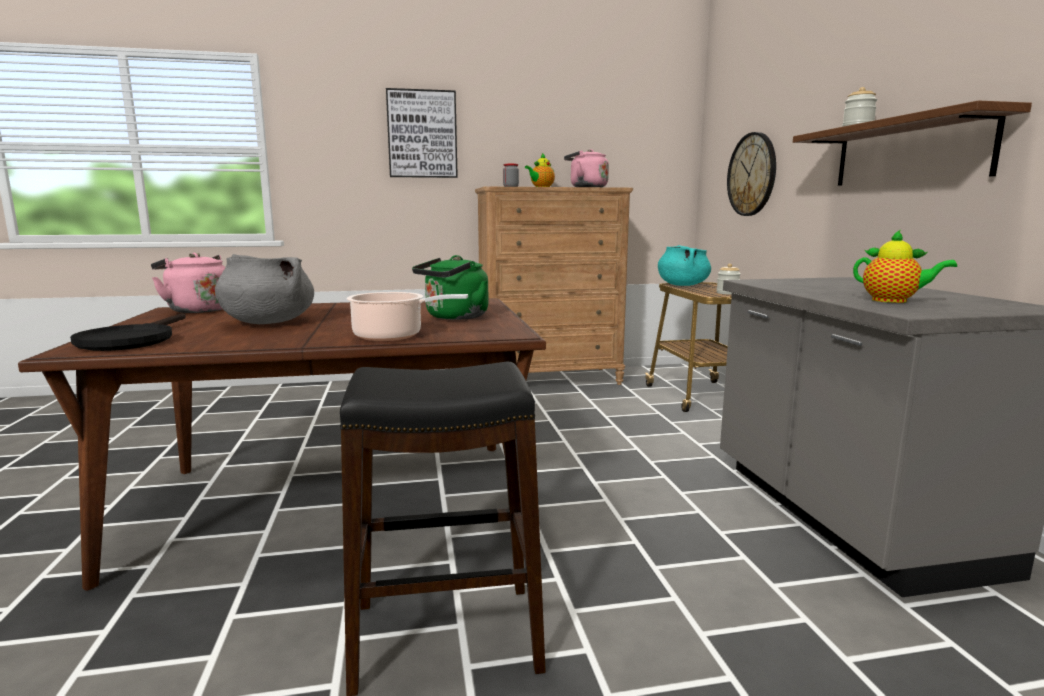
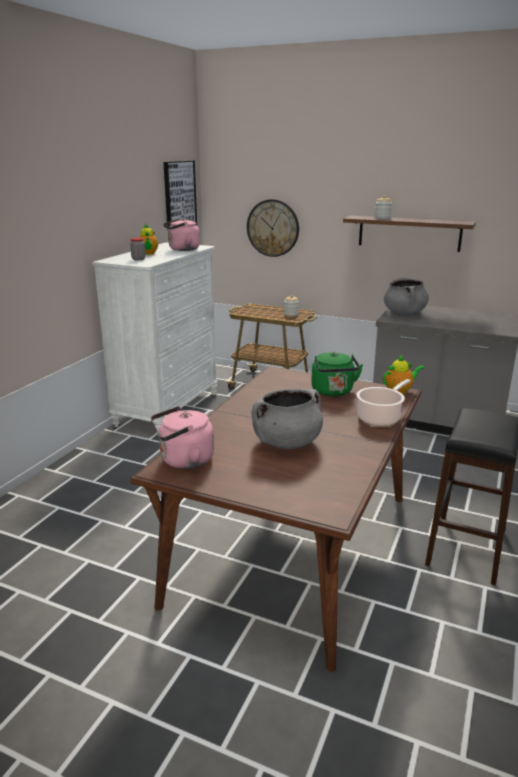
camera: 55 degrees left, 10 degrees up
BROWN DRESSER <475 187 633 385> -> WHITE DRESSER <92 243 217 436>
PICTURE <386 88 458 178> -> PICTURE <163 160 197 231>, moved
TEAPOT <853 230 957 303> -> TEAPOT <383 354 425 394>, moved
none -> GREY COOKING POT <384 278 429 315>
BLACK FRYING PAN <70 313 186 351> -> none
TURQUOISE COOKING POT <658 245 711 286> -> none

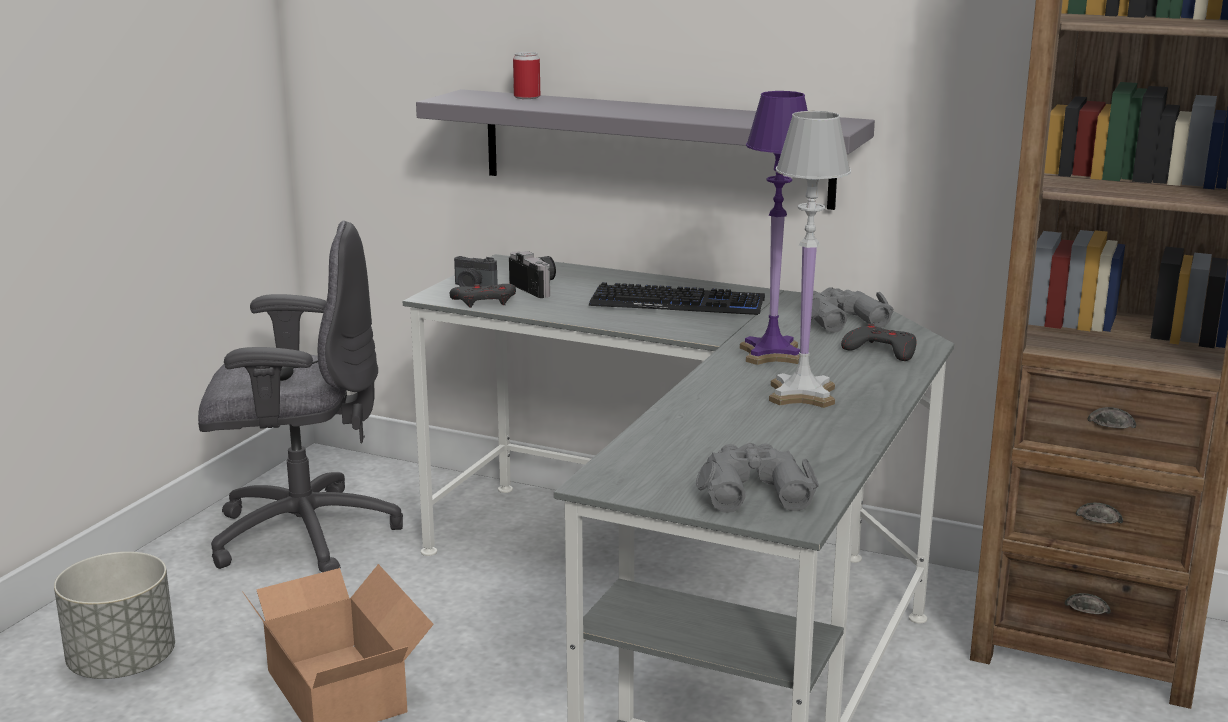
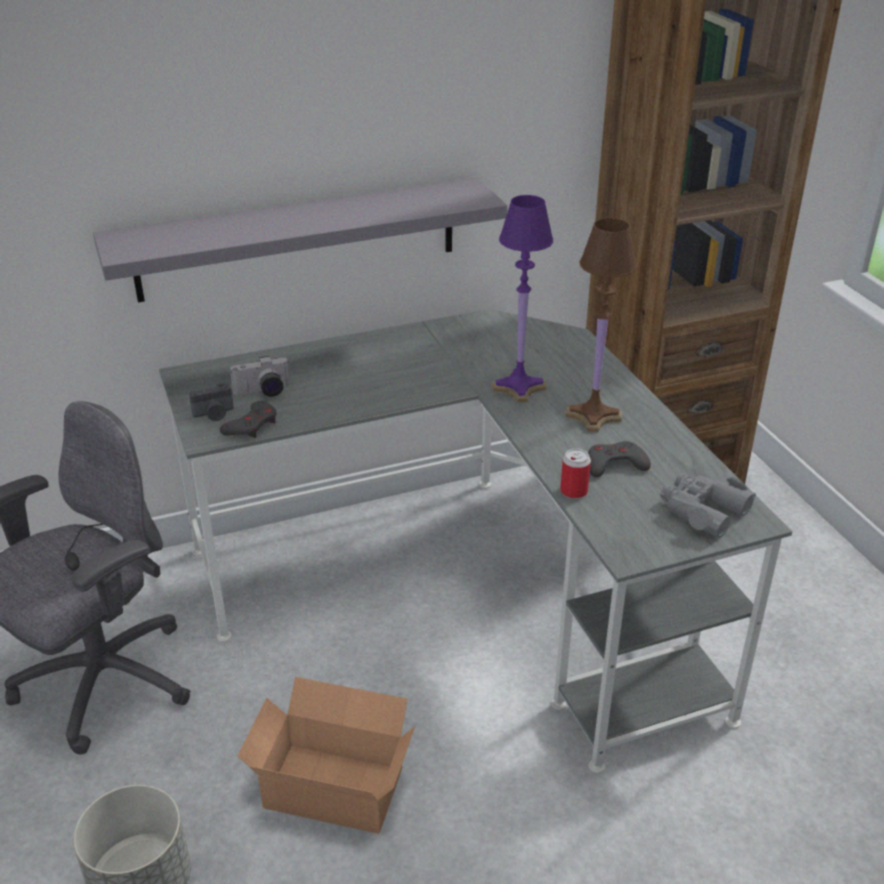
camera: 45 degrees left, 15 degrees up
PHOTO CAMERA <509 251 556 298> -> PHOTO CAMERA <230 356 289 397>, 150 degrees clockwise
CAN <513 52 540 99> -> CAN <560 448 591 499>, moved
WHITE TABLE LAMP <769 111 851 408> -> BROWN TABLE LAMP <566 218 637 432>
GREY GAME CONTROLLER <841 323 917 361> -> GREY GAME CONTROLLER <588 441 651 477>, moved
KEYBOARD <588 282 765 315> -> none
GREY BINOCULARS <811 287 894 333> -> none

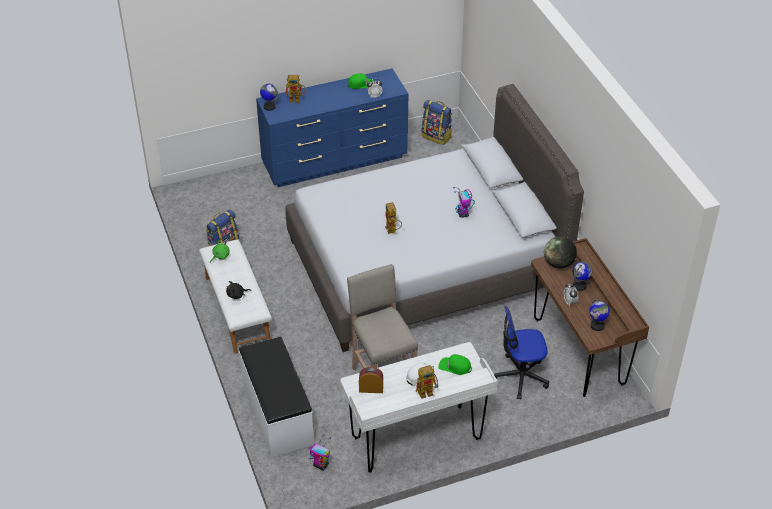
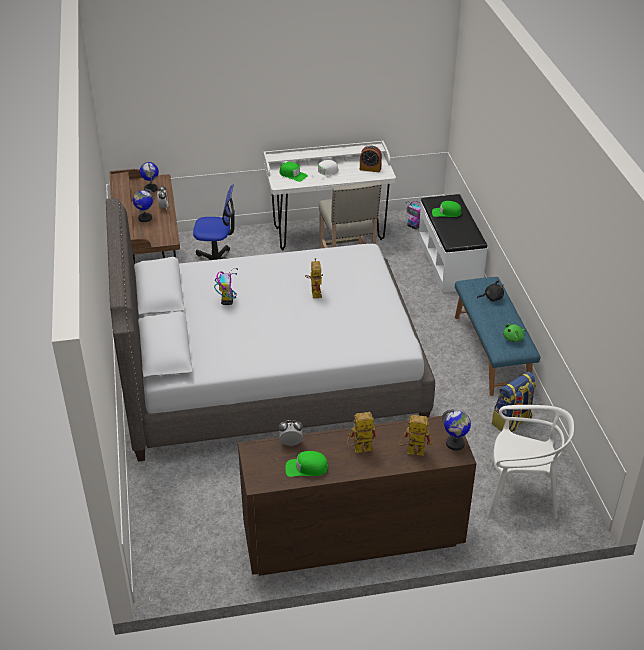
camera: 170 degrees left, 5 degrees down
BLUE DRESSER <256 68 408 187> -> BROWN DRESSER <238 415 477 576>
TOY ROBOT <415 365 439 399> -> TOY ROBOT <347 412 377 453>, moved
none -> GREEN CAP <432 201 462 217>
WHITE BENCH <199 239 272 354> -> BLUE BENCH <455 277 541 396>
none -> WHITE CHAIR <488 405 574 519>
BACKPACK <422 100 452 145> -> none
GLOBE <544 236 577 269> -> none

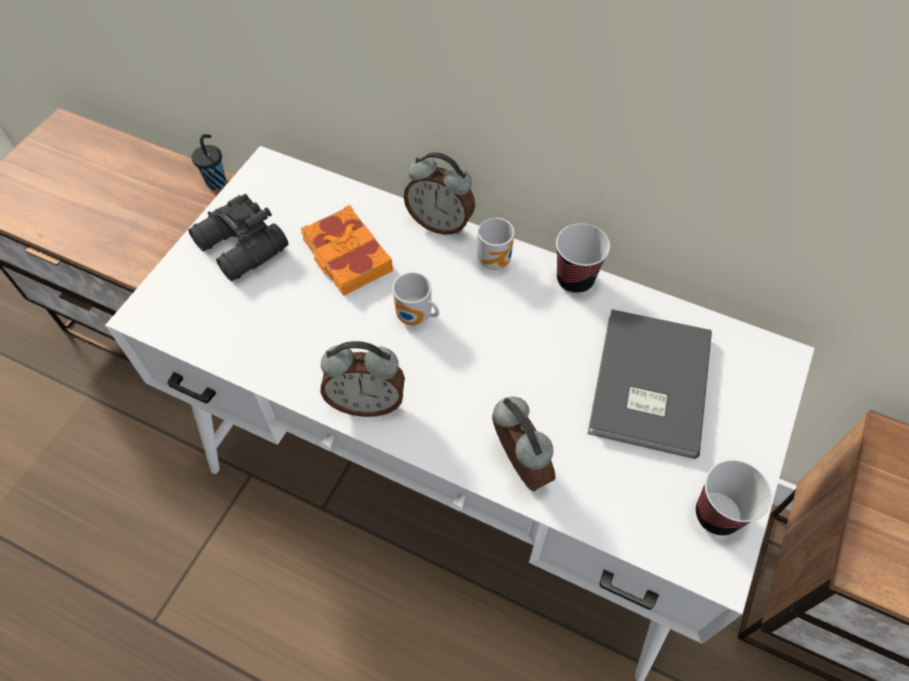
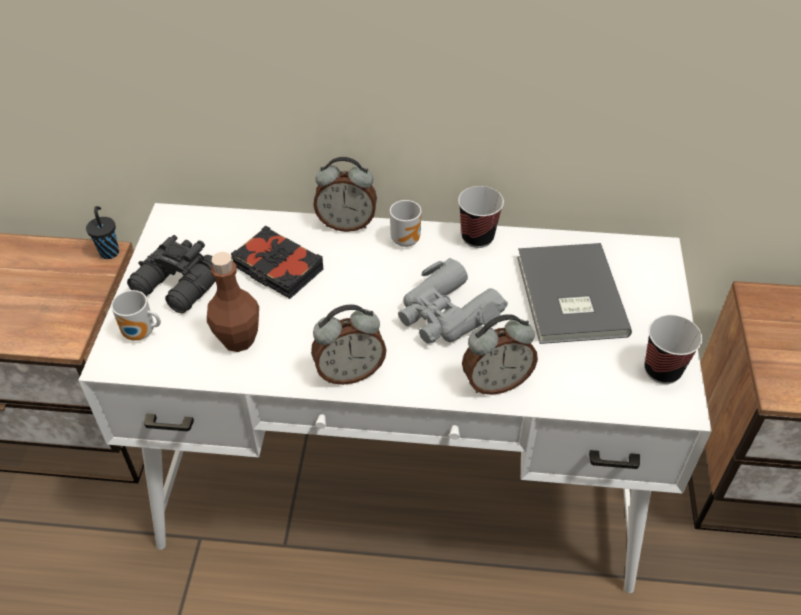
camera: 20 degrees left, 10 degrees down
MUG <393 272 439 326> -> MUG <111 290 161 341>, moved
none -> BROWN BOTTLE <207 252 259 352>
ORANGE BOOK <301 205 393 296> -> BLACK BOOK <231 225 323 299>
none -> GREY BINOCULARS <398 258 508 344>
ALARM CLOCK <492 397 556 491> -> ALARM CLOCK <462 314 538 395>, 120 degrees clockwise

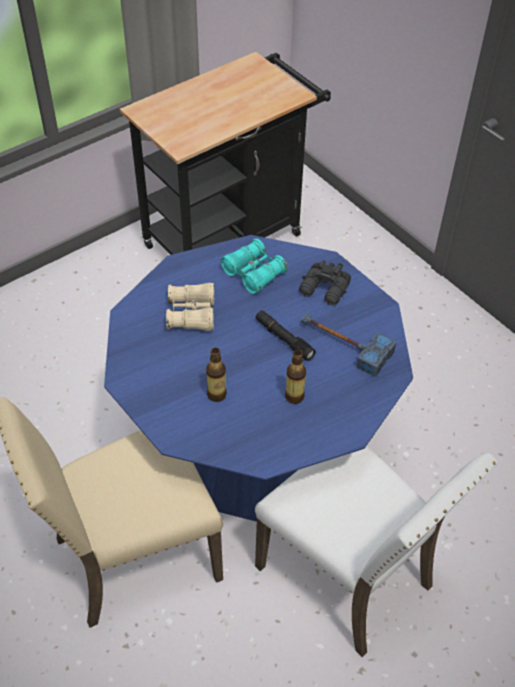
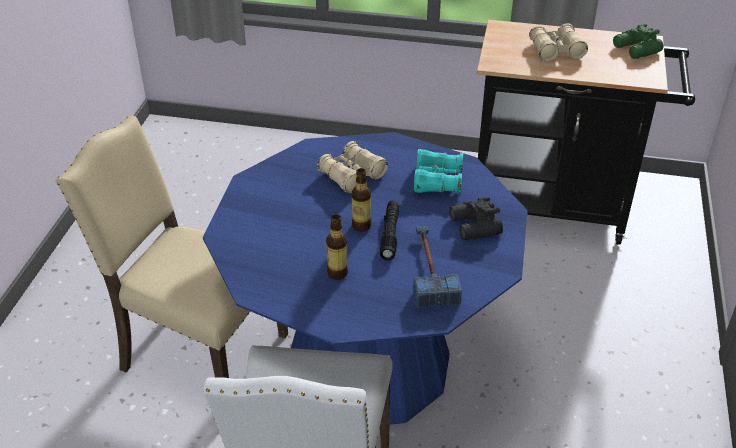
camera: 50 degrees right, 10 degrees down
BOTTLE <206 348 227 402> -> BOTTLE <352 168 371 232>, moved
none -> BEIGE BINOCULARS <529 23 588 61>
none -> GREEN BINOCULARS <613 24 663 59>

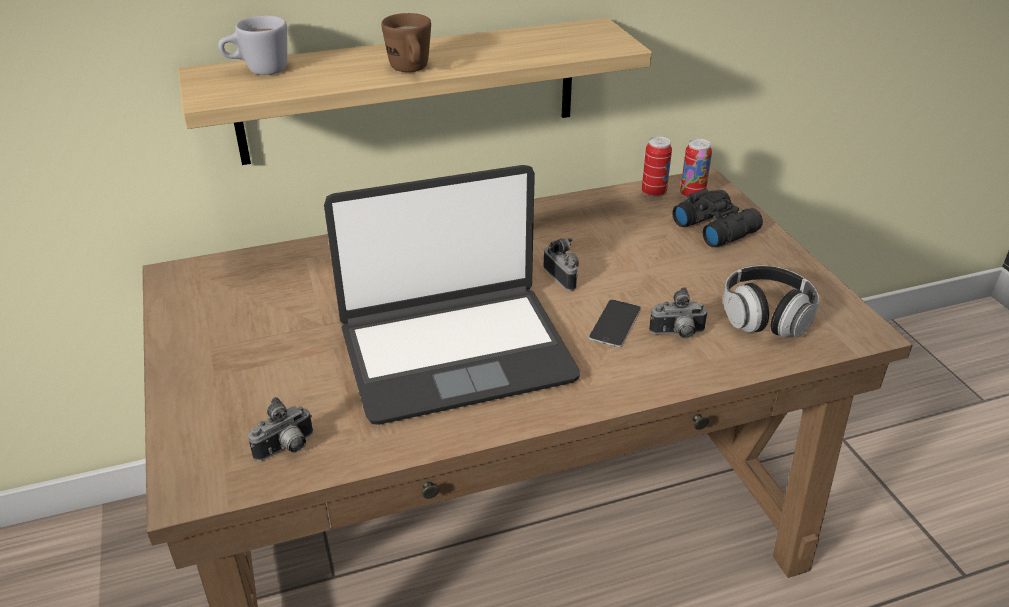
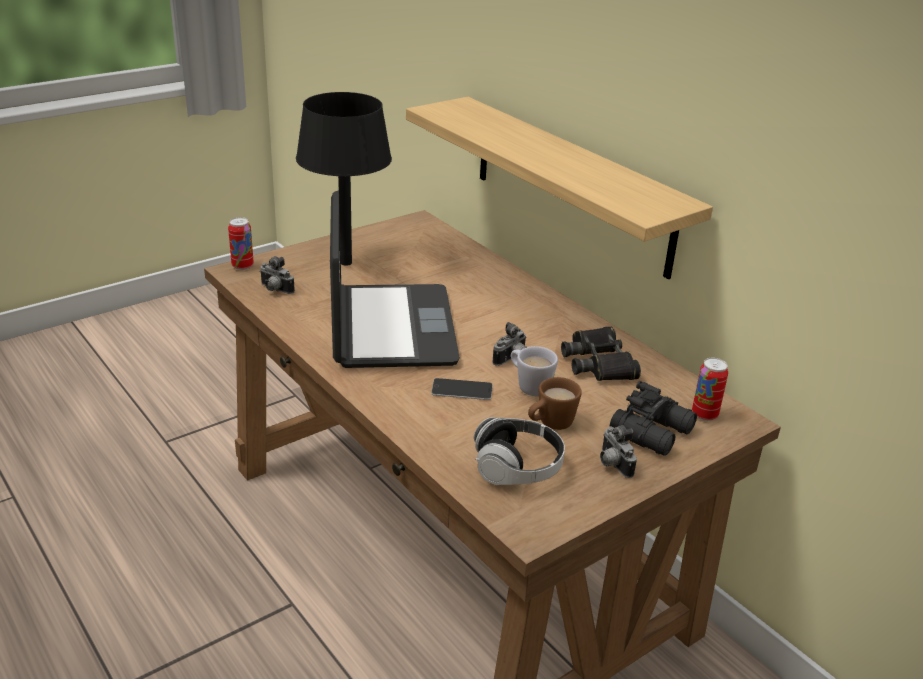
camera: 70 degrees right, 5 degrees down
CAN <642 136 672 198> -> CAN <228 217 254 270>, moved
none -> BLACK TABLE LAMP <296 92 392 266>
LAPTOP <324 165 580 425> -> LAPTOP <330 191 460 368>, 150 degrees counterclockwise
WHITE MUG <218 16 287 75> -> WHITE MUG <511 346 558 396>, moved
BROWN MUG <381 13 431 72> -> BROWN MUG <528 377 582 430>, moved
none -> BLACK BINOCULARS <561 327 641 381>
PHOTO CAMERA <649 287 708 338> -> PHOTO CAMERA <600 425 637 478>, moved

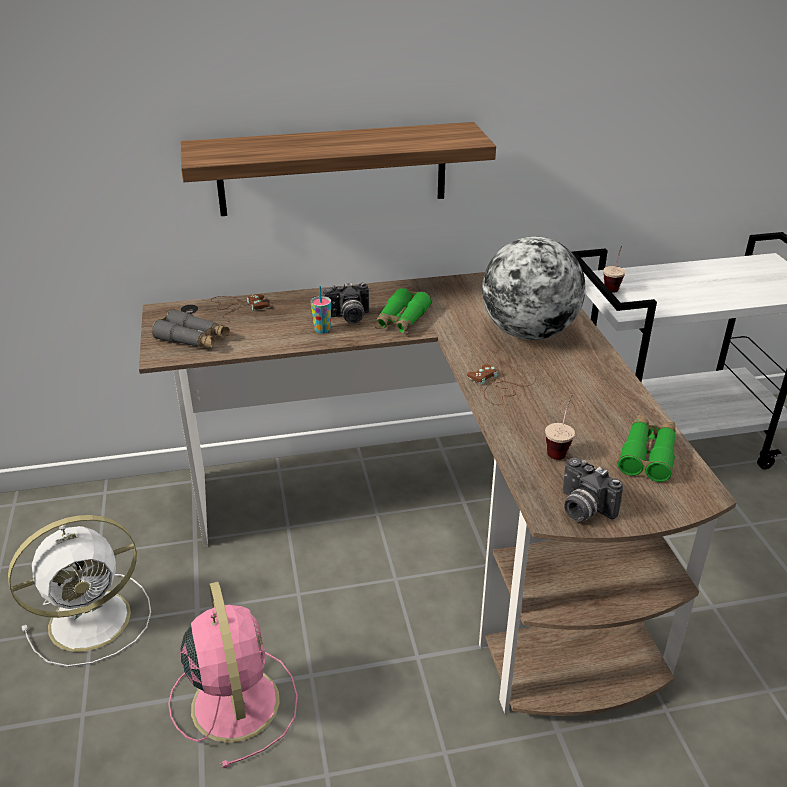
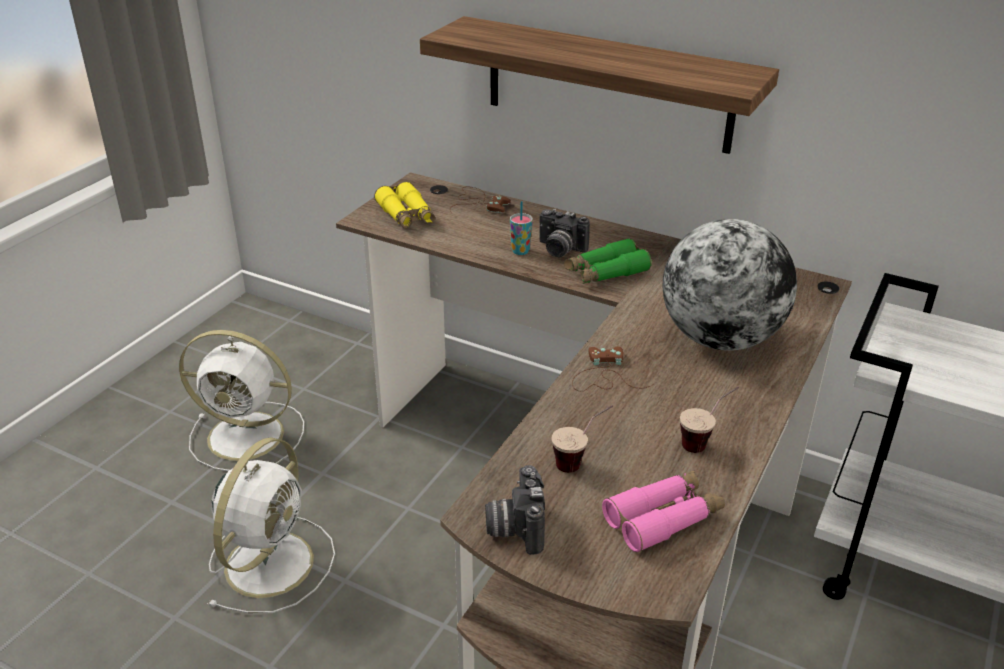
camera: 40 degrees right, 0 degrees up
PINK FAN <168 582 298 768> -> WHITE FAN <207 437 335 613>
GREY BINOCULARS <152 309 230 348> -> YELLOW BINOCULARS <374 182 435 228>
GREEN BINOCULARS <618 415 676 482> -> PINK BINOCULARS <602 470 725 553>
CUP <603 246 625 293> -> CUP <680 387 739 453>, moved

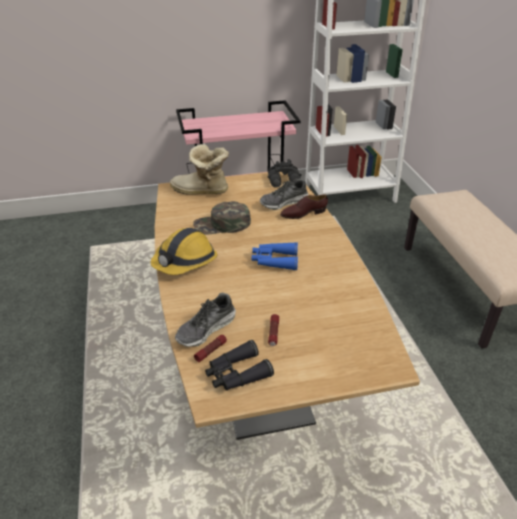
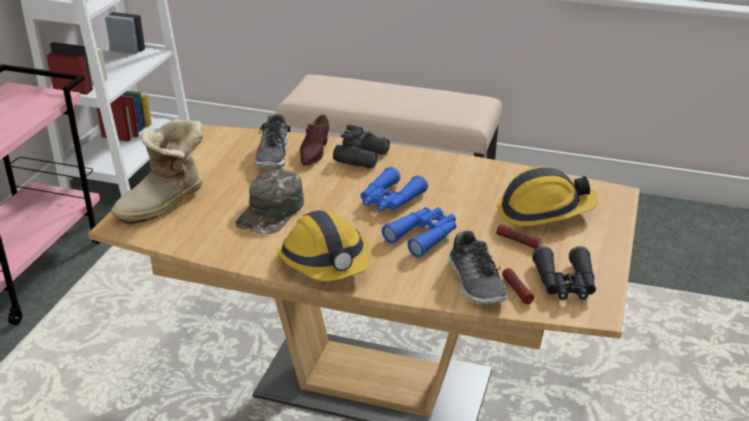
camera: 60 degrees left, 5 degrees down
BLACK BINOCULARS <268 159 302 188> -> BLACK BINOCULARS <333 125 390 169>, moved
none -> BLUE BINOCULARS <382 207 456 258>
none -> HARD HAT <498 166 598 226>

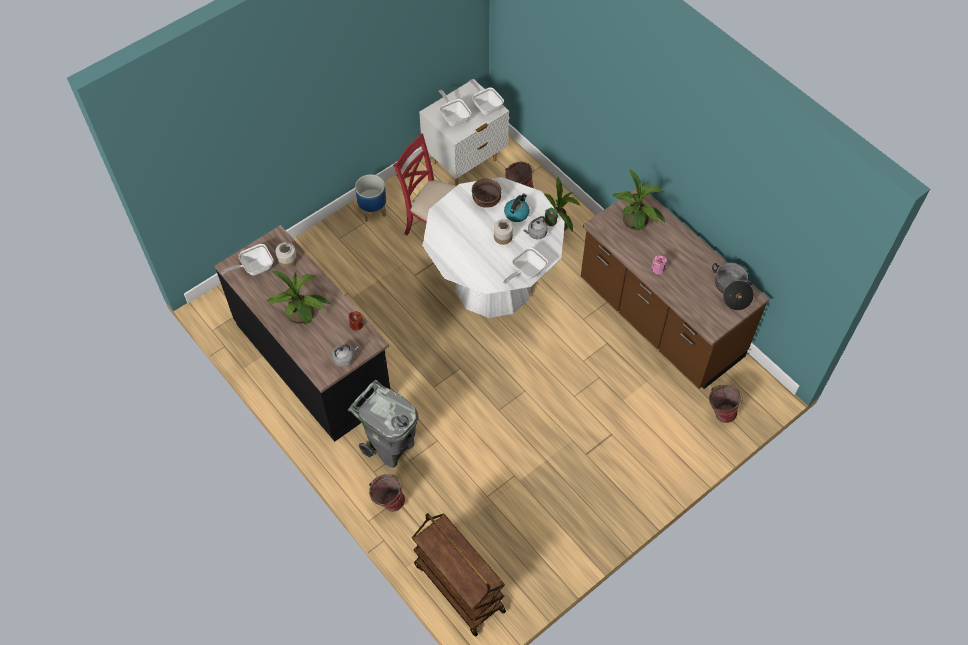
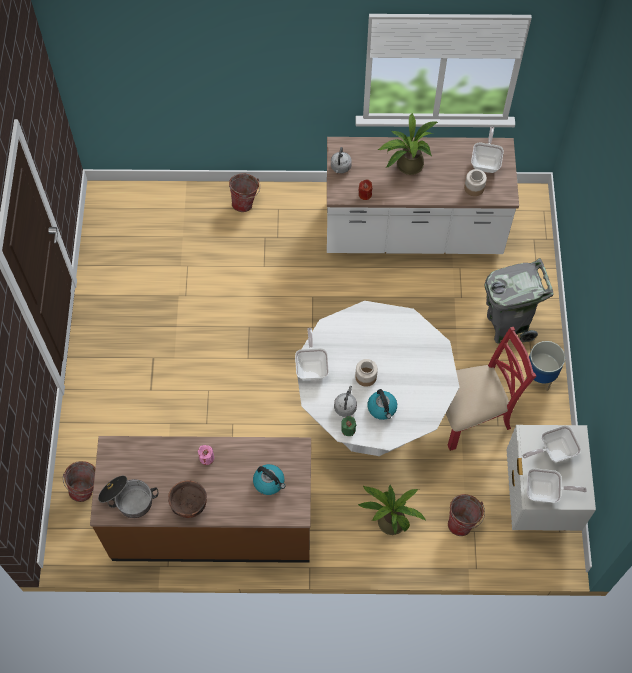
camera: 130 degrees right, 5 degrees up
BROWN BOWL <472 179 502 208> -> BROWN BOWL <168 480 207 518>, moved
POTTED PLANT <613 169 665 231> -> KETTLE <253 464 285 495>
BLACK COUNTER <215 225 390 442> -> WHITE COUNTER <327 137 519 254>
GREY TRASH CAN <348 380 418 468> -> GREY TRASH CAN <485 258 553 343>, moved
FRYING PAN <439 90 471 127> -> FRYING PAN <523 425 581 462>, 150 degrees clockwise
BROWN CART <412 513 506 637> -> none

